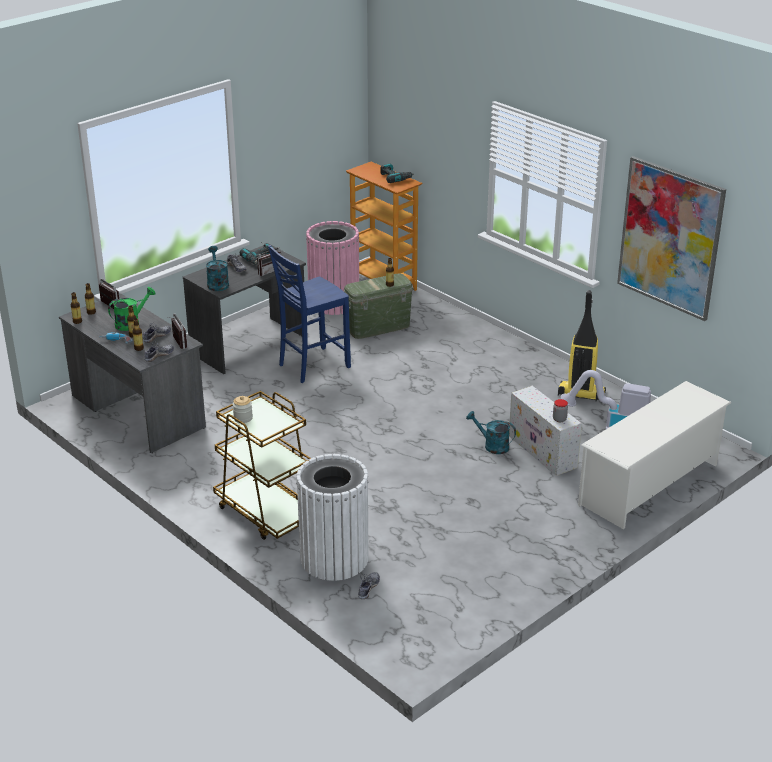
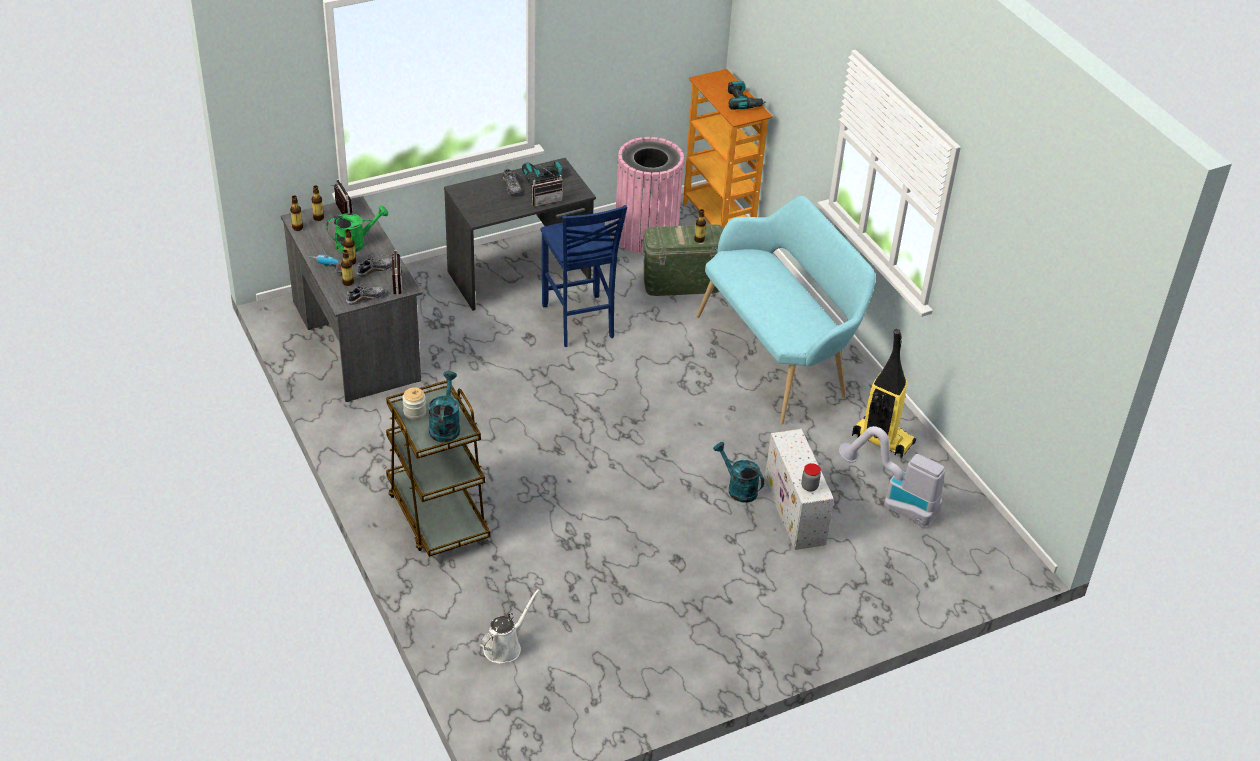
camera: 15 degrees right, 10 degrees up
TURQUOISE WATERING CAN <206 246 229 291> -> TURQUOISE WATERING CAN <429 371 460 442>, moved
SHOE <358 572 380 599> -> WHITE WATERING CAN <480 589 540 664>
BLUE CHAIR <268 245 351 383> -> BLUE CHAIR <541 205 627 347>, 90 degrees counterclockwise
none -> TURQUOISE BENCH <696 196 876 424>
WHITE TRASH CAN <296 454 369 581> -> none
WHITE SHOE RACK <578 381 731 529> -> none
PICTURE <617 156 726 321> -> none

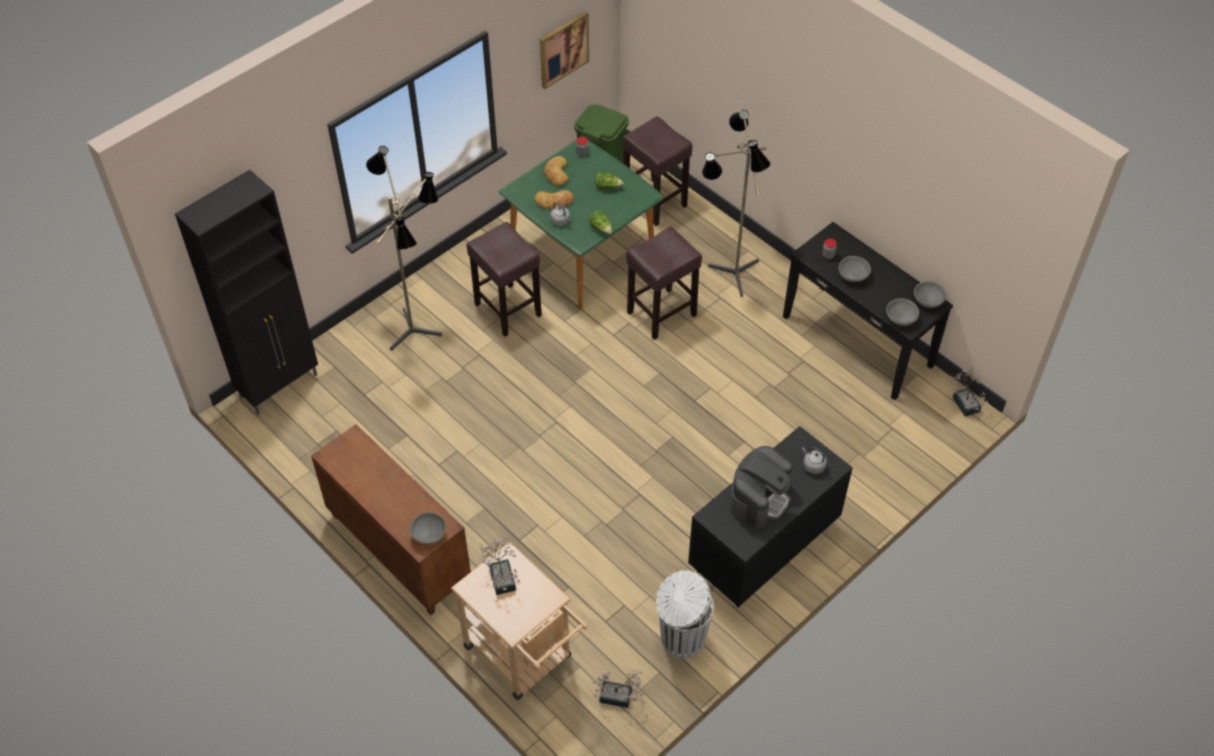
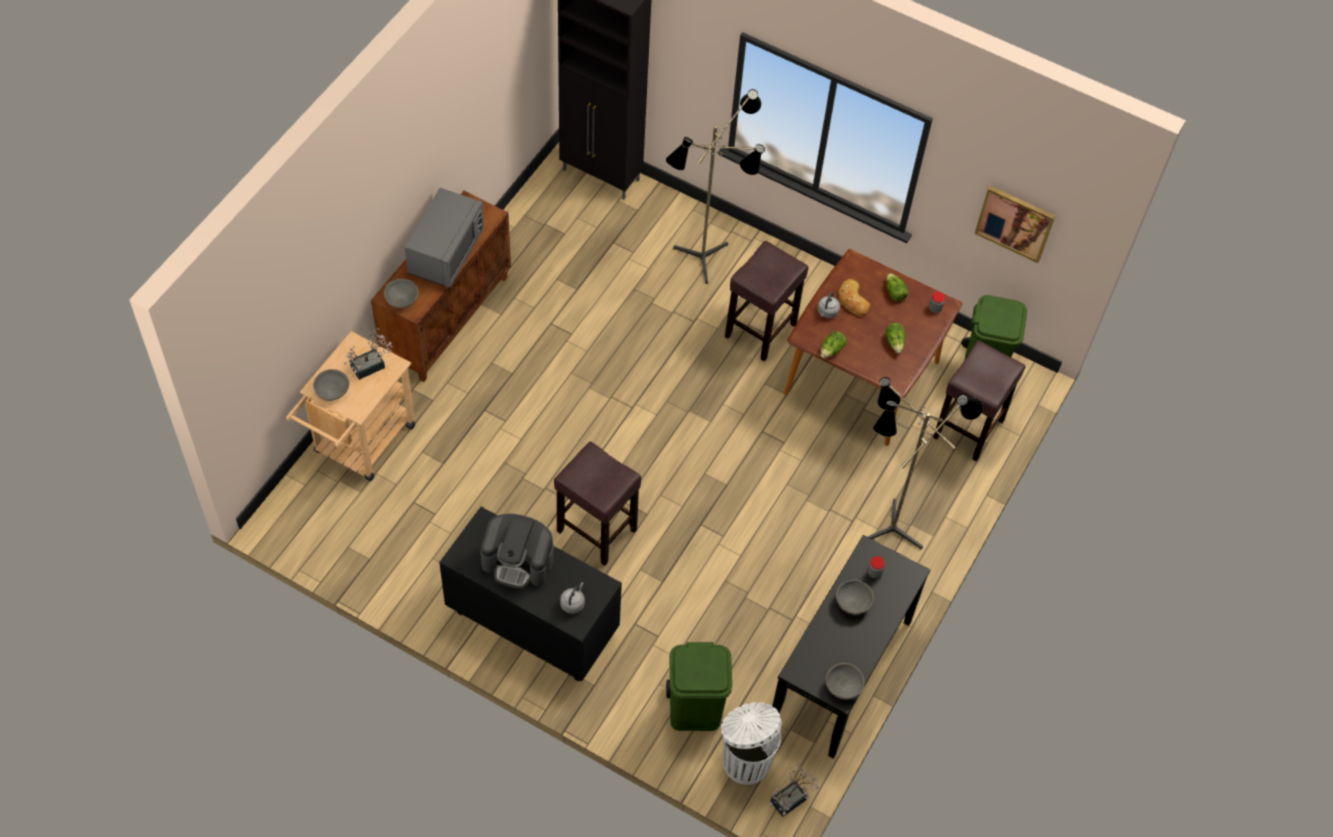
camera: 70 degrees right, 5 degrees up
GREY BOWL <886 298 919 326> -> GREY BOWL <313 369 349 401>, moved
none -> GREY MICROWAVE <405 188 484 287>
BROWN STOOL <626 227 702 340> -> BROWN STOOL <554 442 641 566>, moved
none -> GREEN TRASH CAN <666 642 732 731>
WHITE TRASH CAN <656 570 714 658> -> WHITE TRASH CAN <721 702 782 785>, moved
GREEN DINING TABLE <498 136 664 310> -> BROWN DINING TABLE <784 249 962 446>
BREAD <544 156 569 186> -> LETTUCE <886 273 909 302>
POTTED PLANT <593 669 643 708> -> none

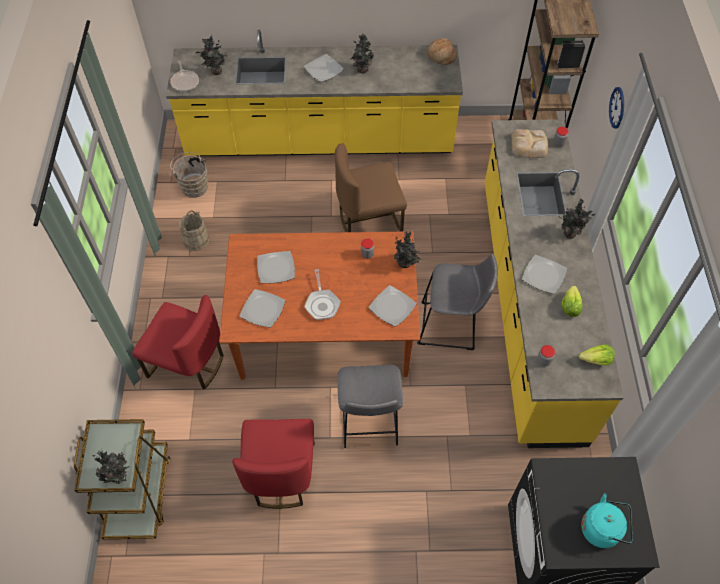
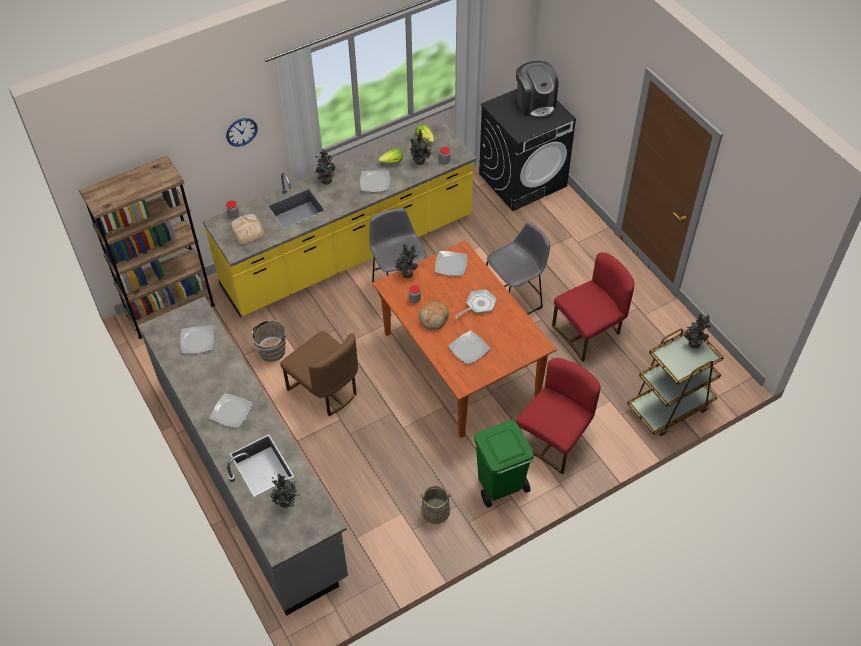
camera: 120 degrees left, 5 degrees down
YELLOW COUNTER <166 30 463 156> -> GREY COUNTER <138 296 348 616>
PLATE <240 289 286 328> -> PLATE <180 325 214 354>, moved
BROWN BUCKET <170 152 208 198> -> BROWN BUCKET <249 320 286 362>, moved
POTTED PLANT <351 34 374 73> -> POTTED PLANT <410 129 432 165>, moved
BREAD <427 38 457 65> -> BREAD <419 301 449 330>, moved
none -> GREEN TRASH CAN <474 420 534 508>
TURQUOISE KETTLE <581 493 633 548> -> COFFEE MACHINE <516 61 559 119>
RED CHAIR <132 295 224 390> -> RED CHAIR <516 358 601 475>, 45 degrees clockwise
FRYING PAN <170 60 199 91> -> none

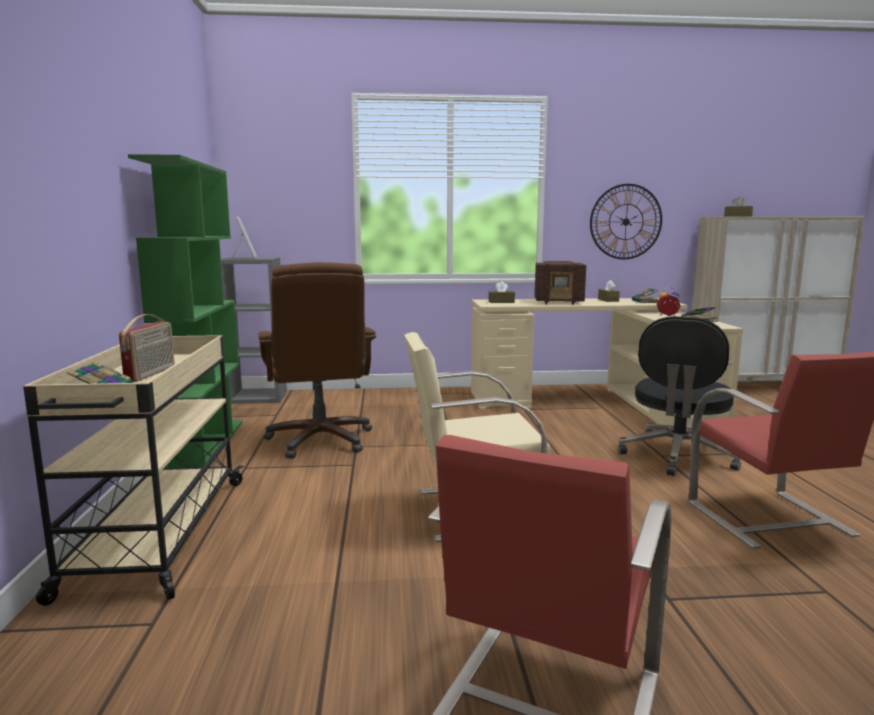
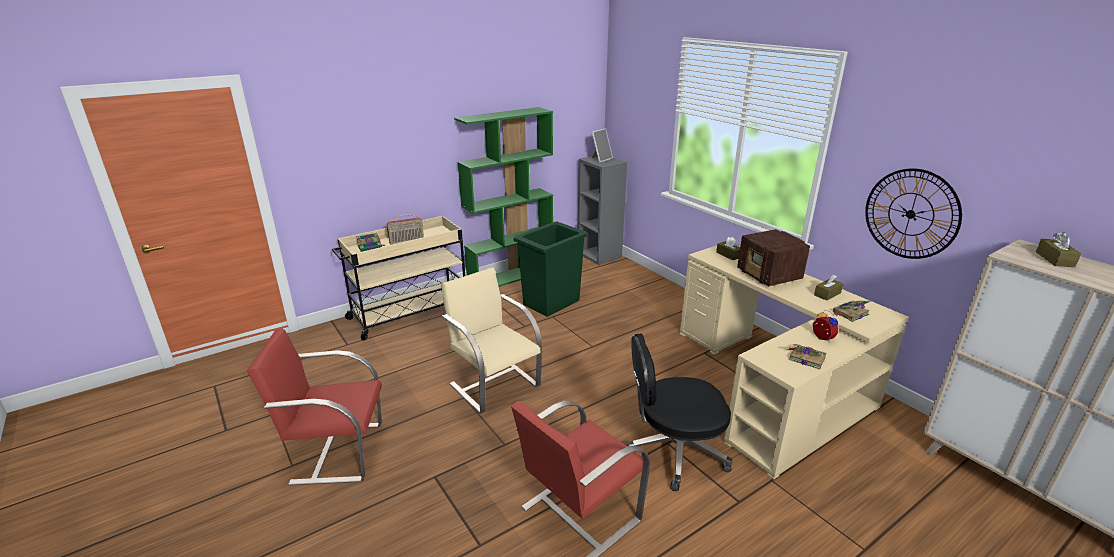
camera: 60 degrees right, 15 degrees up
BROWN OFFICE CHAIR <259 262 376 459> -> GREEN TRASH CAN <514 222 587 317>

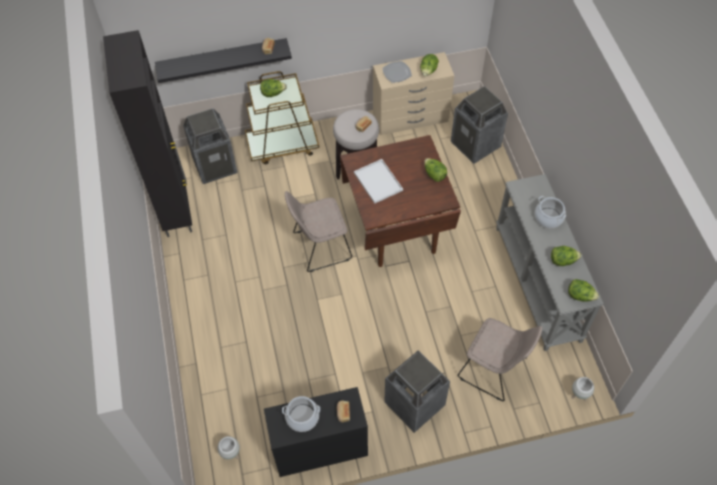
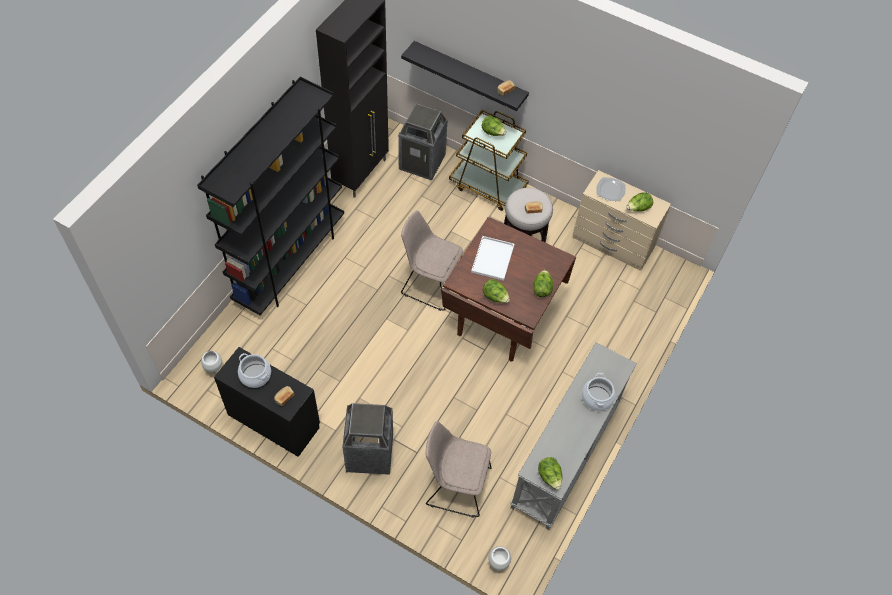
camera: 40 degrees right, 0 degrees up
none -> BLACK BOOKCASE <197 77 344 316>
BEIGE CHAIR <458 318 542 401> -> BEIGE CHAIR <426 421 492 518>, 120 degrees clockwise
LETTUCE <551 246 582 266> -> LETTUCE <483 279 510 303>, moved
TRASH CAN <451 86 508 164> -> none

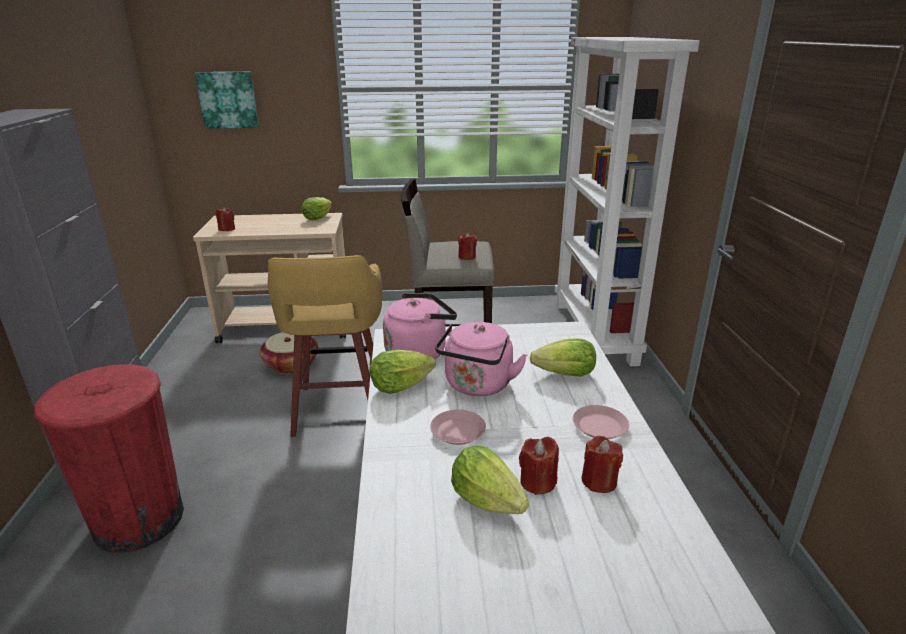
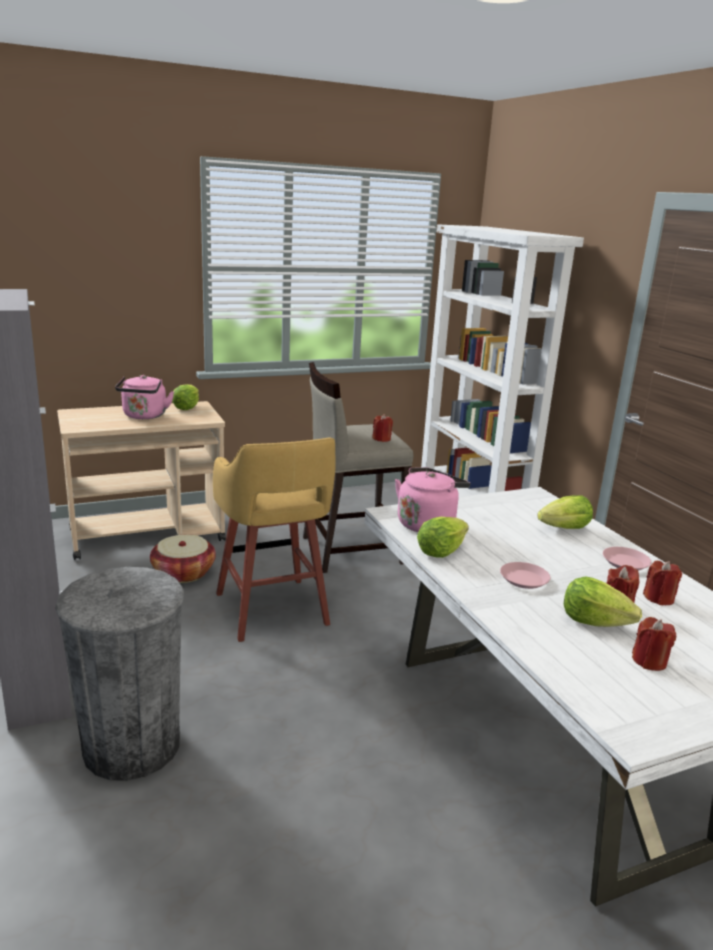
camera: 20 degrees left, 5 degrees down
RED TRASH CAN <34 364 184 553> -> GREY TRASH CAN <55 567 184 781>
PINK KETTLE <435 322 527 396> -> PINK KETTLE <115 375 174 419>, moved
RED CANDLE <216 207 235 231> -> RED CANDLE <632 617 676 671>, moved
PICTURE <195 72 259 128> -> none

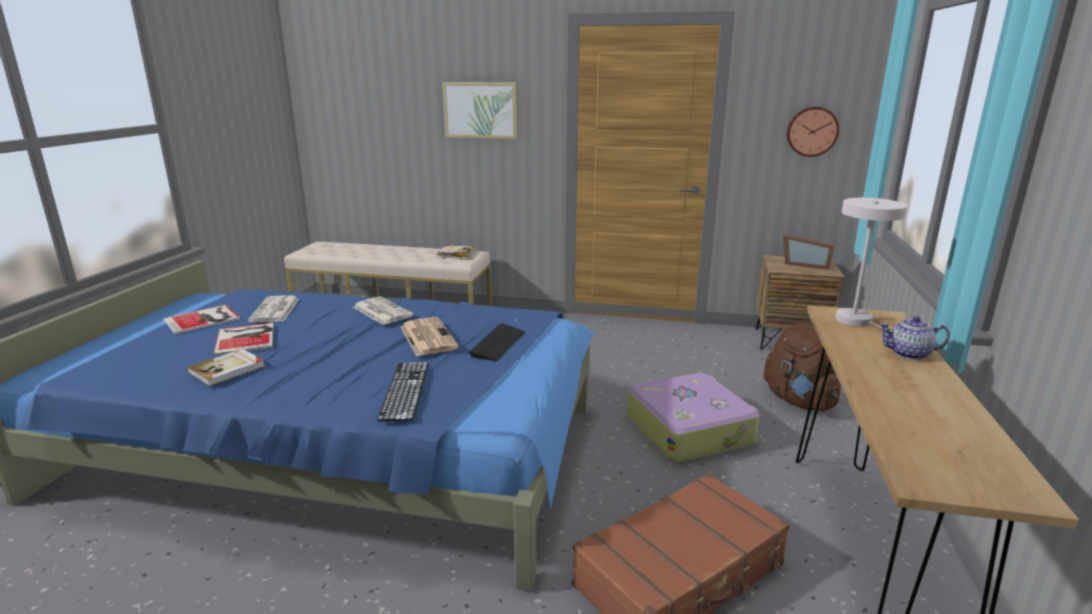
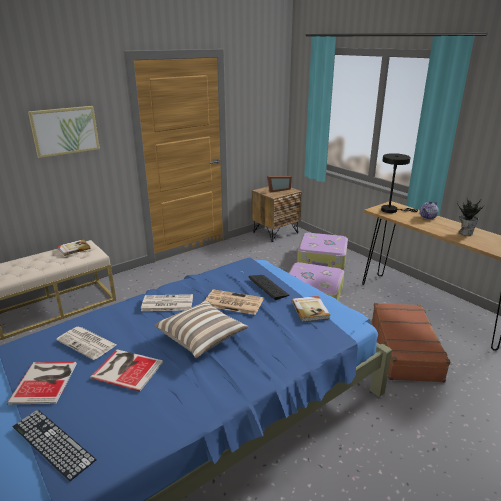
camera: 50 degrees left, 5 degrees up
KEYBOARD <377 362 429 421> -> KEYBOARD <13 410 97 481>, moved
none -> PILLOW <154 300 249 358>
BOOK <187 349 265 386> -> BOOK <292 296 330 322>, moved
BROWN BACKPACK <764 323 841 411> -> SUITCASE <297 233 348 269>
WHITE TABLE LAMP <835 198 908 331> -> BLACK TABLE LAMP <381 153 418 213>
none -> POTTED PLANT <457 199 484 236>
WALL CLOCK <787 107 839 157> -> none

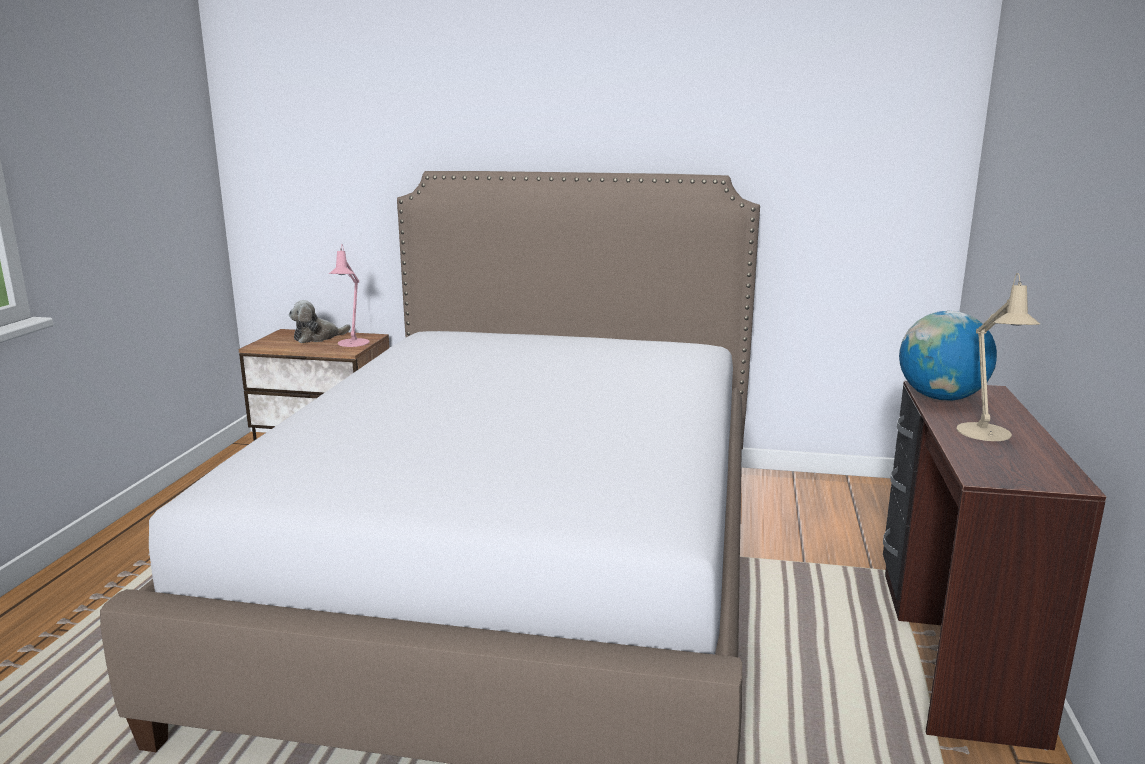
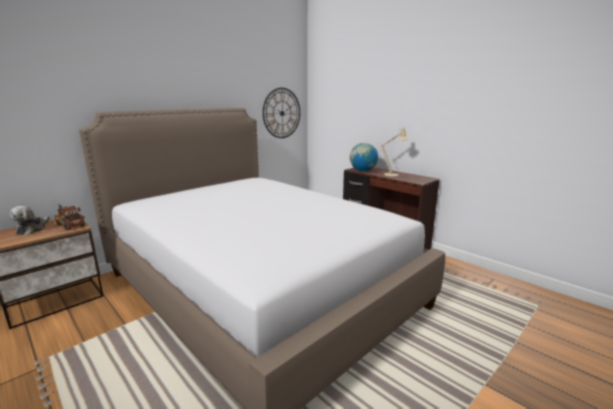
camera: 55 degrees left, 0 degrees up
PINK TABLE LAMP <329 244 370 347> -> TOY TRUCK <55 205 85 230>
none -> WALL CLOCK <263 88 300 138>

